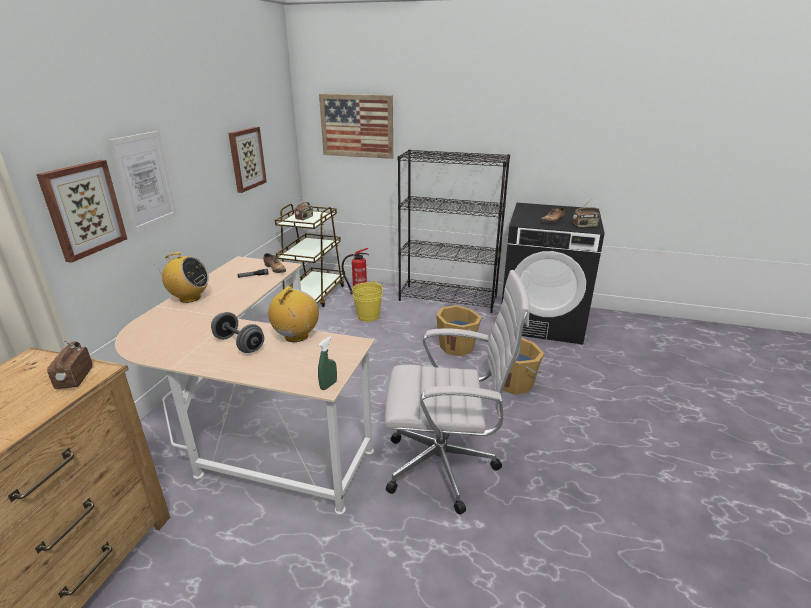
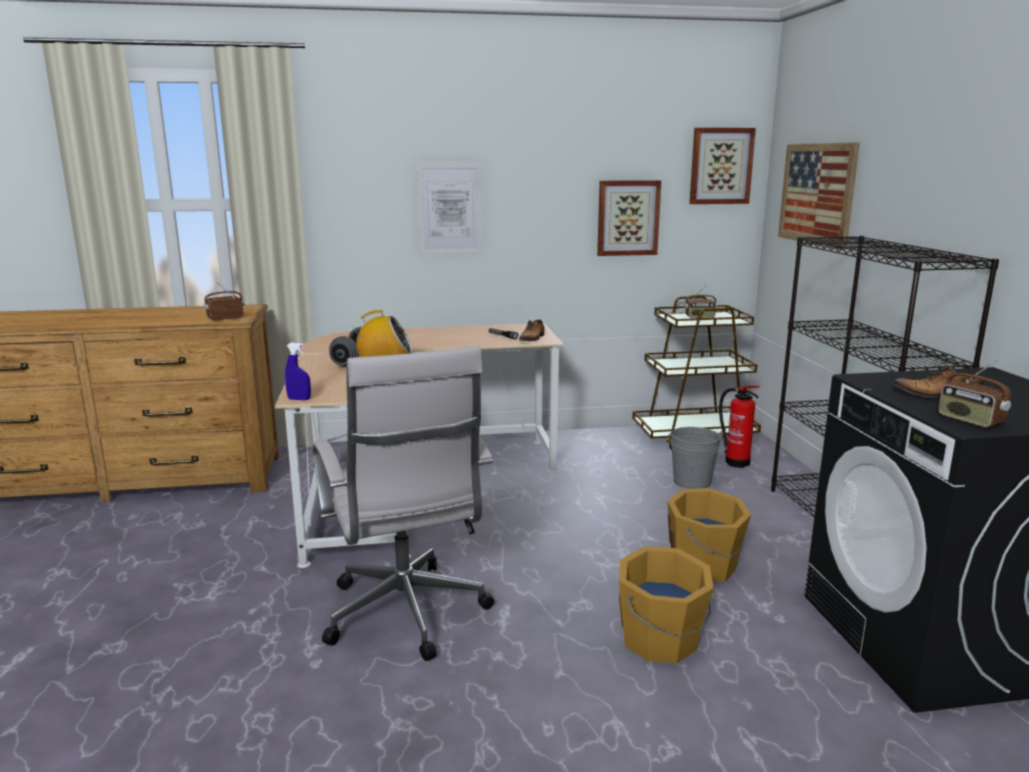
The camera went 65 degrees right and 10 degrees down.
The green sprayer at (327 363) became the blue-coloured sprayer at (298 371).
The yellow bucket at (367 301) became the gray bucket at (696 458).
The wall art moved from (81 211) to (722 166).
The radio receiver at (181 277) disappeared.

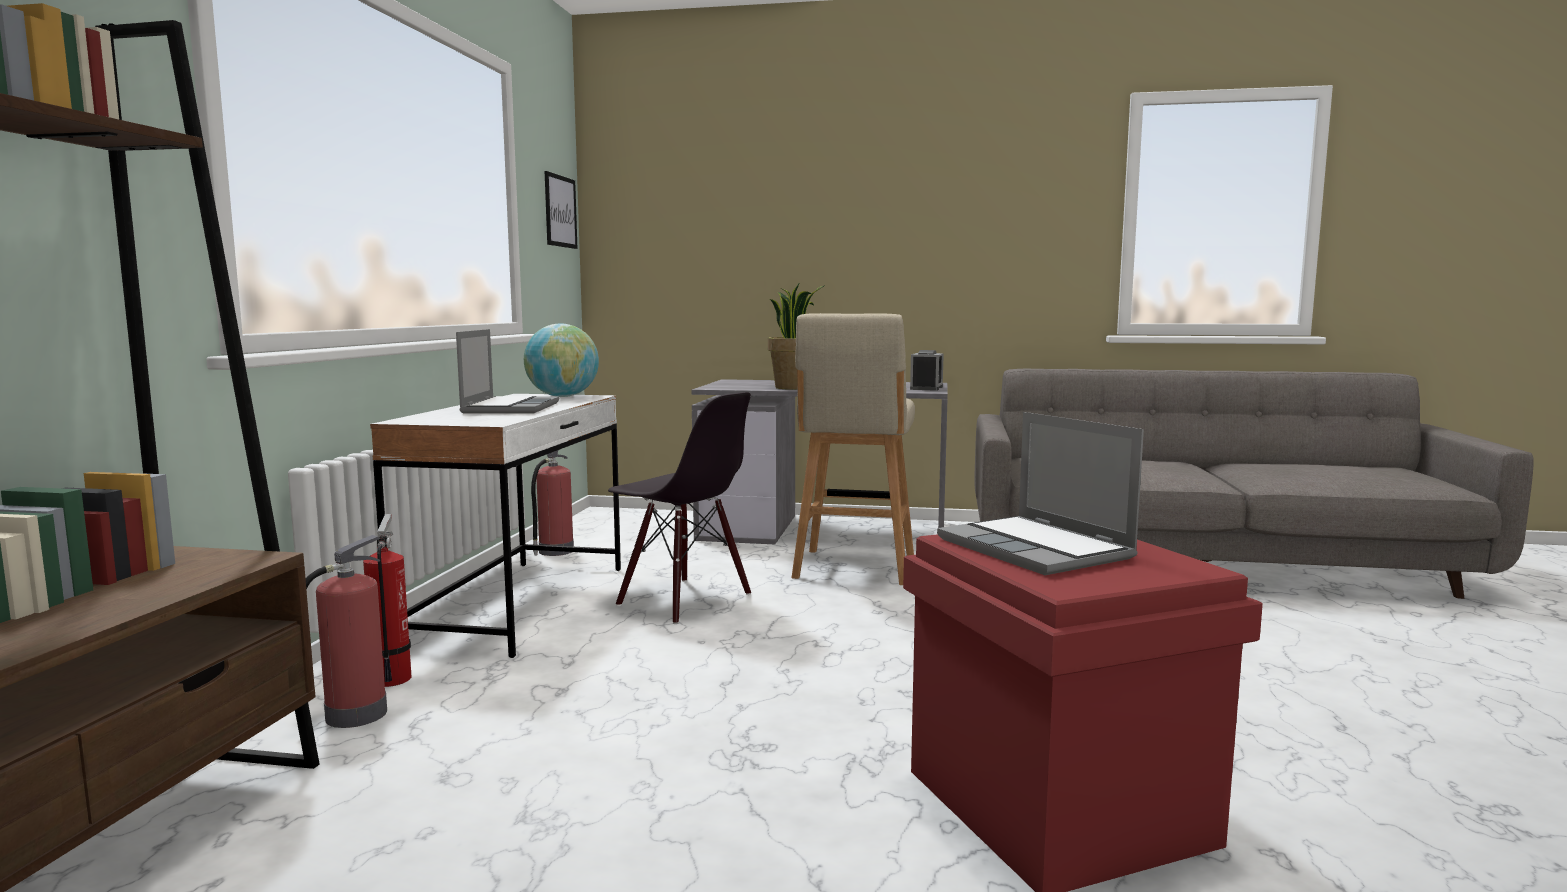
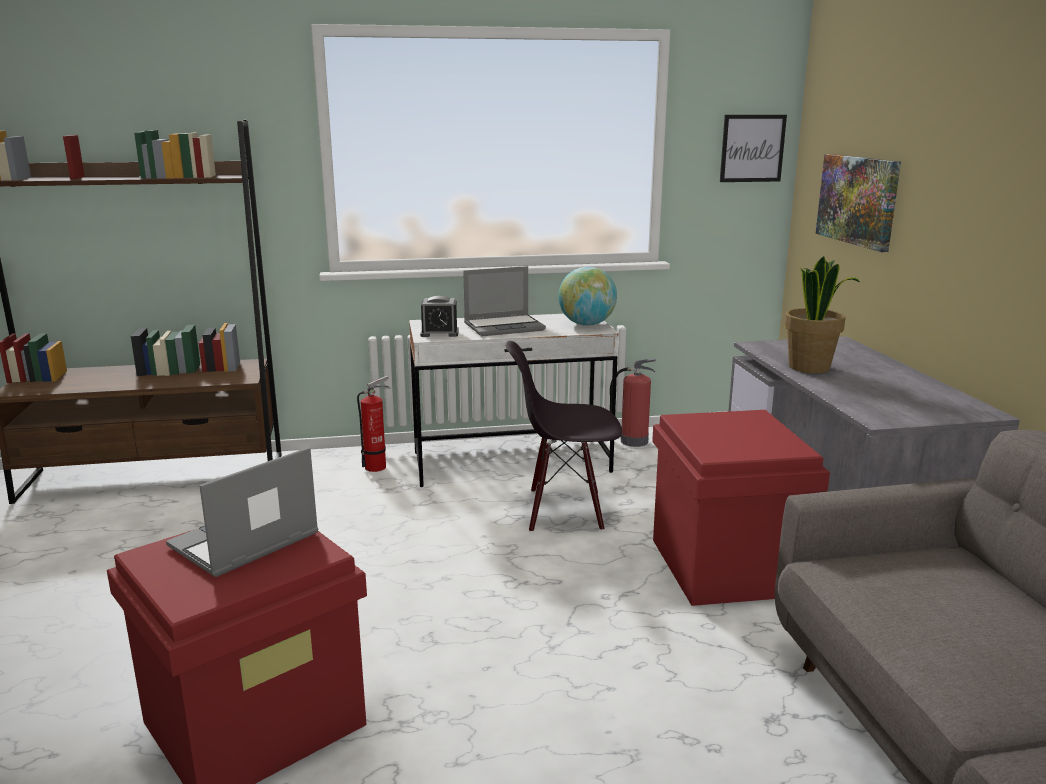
The camera went 70 degrees right and 10 degrees up.
The alarm clock moved from (927 370) to (439 316).
The black-coloured plain chair at (679 508) turned 75 degrees clockwise.
The sand-coloured stool seat at (853 449) was replaced by the red-coloured storage box at (741 508).
The wall art at (858 203) appeared.
The fire extinguisher at (346 631) disappeared.

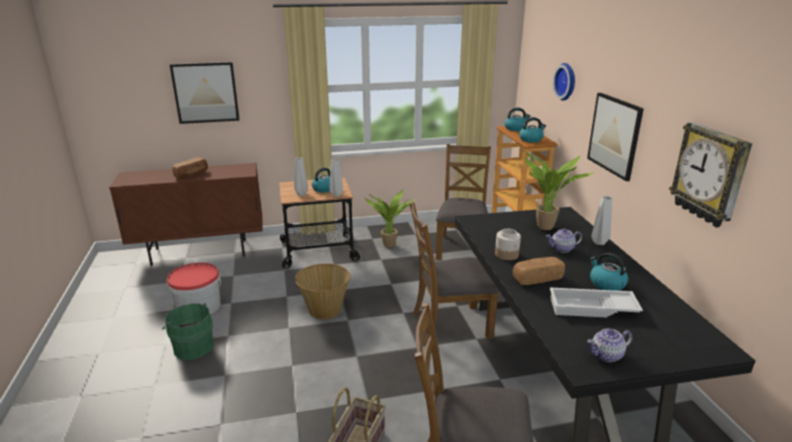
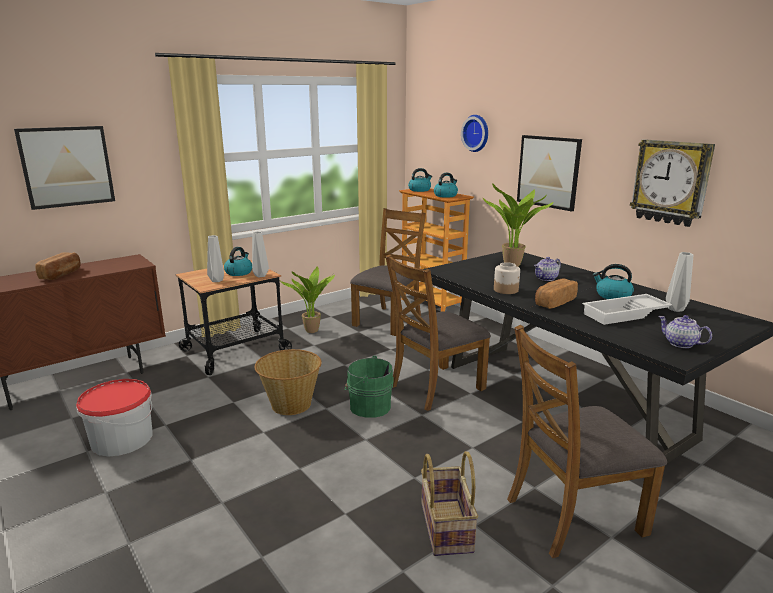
The camera went 25 degrees left and 5 degrees down.
The green bucket moved from (188 331) to (369 386).
The brownish plain chair at (463 202) turned 45 degrees clockwise.
The tea pot at (609 345) turned 90 degrees clockwise.
The gray vase moved from (601 220) to (679 282).

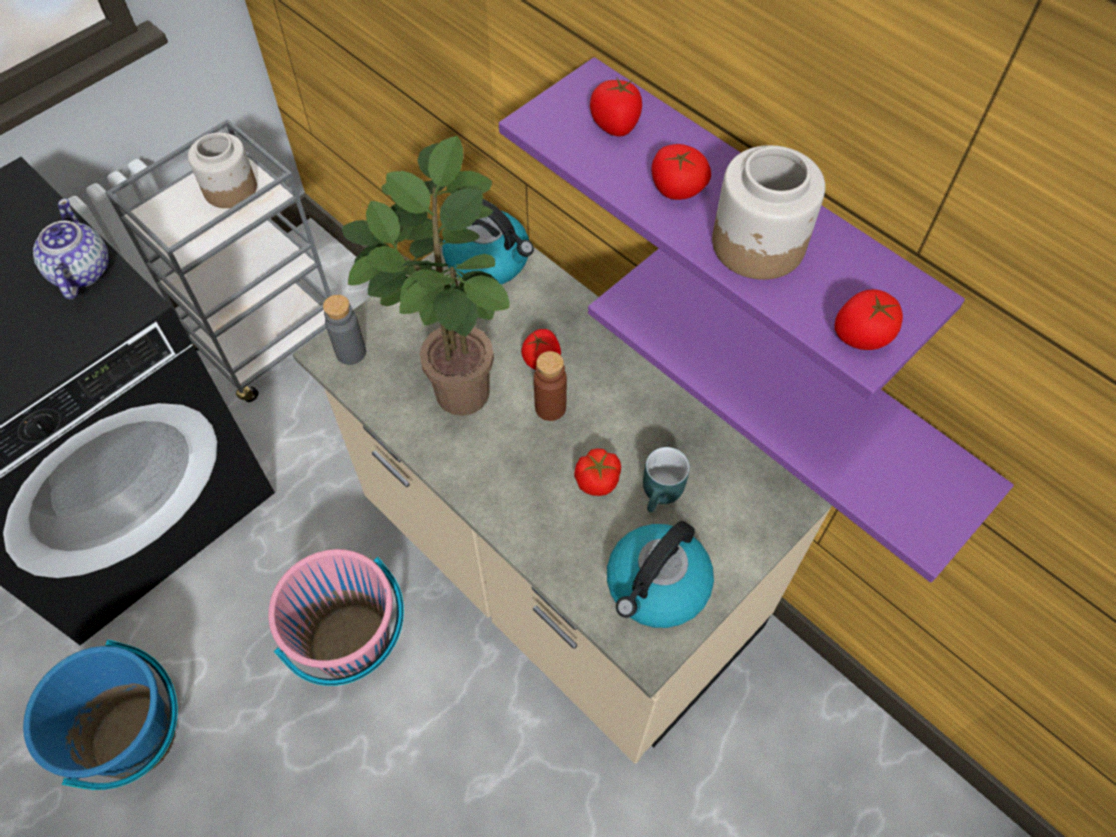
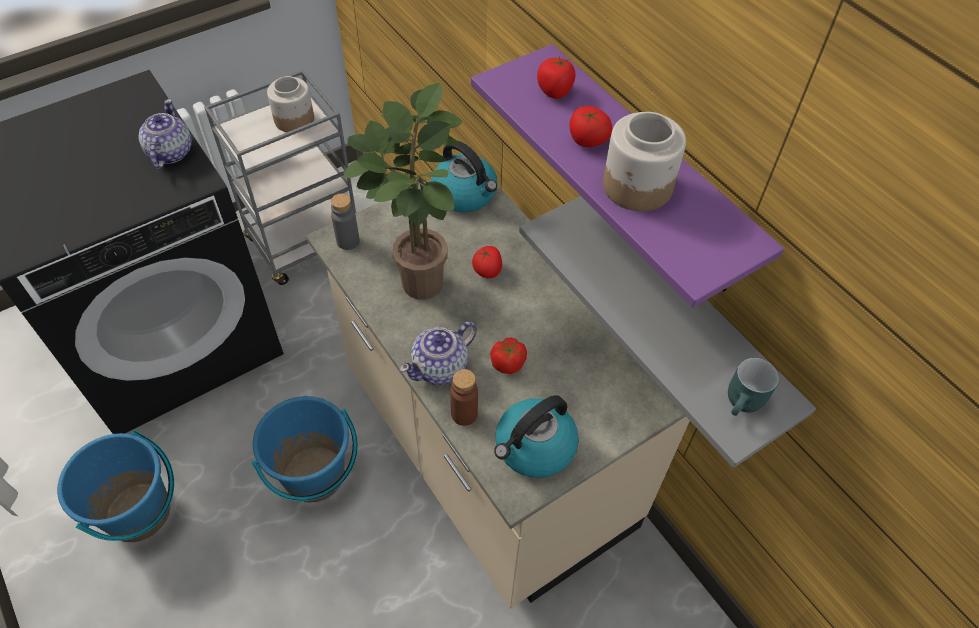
The camera went 10 degrees right and 5 degrees down.
The pinkish bucket at (336 617) became the blue-coloured bucket at (304 449).
The tea pot at (438 353) appeared.
The brownish beverage bottle moved from (550 386) to (464 397).
The purple shelf at (801 416) became the gray shelf at (667 332).
The turquoise tea mug moved from (666 479) to (753 386).
The fresh tomato at (868 319) disappeared.

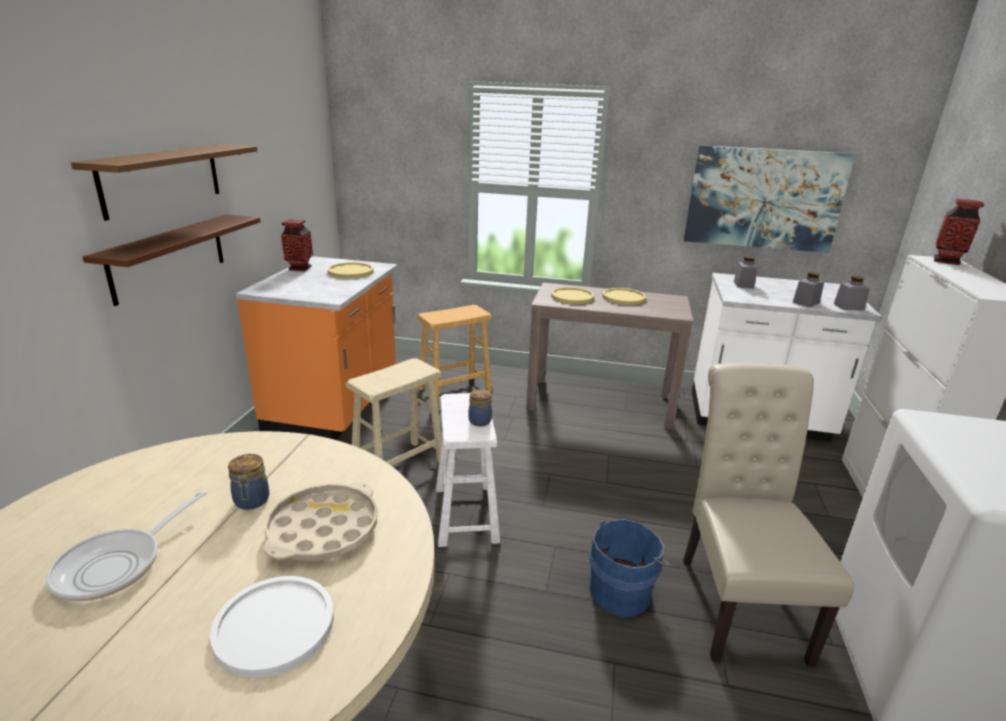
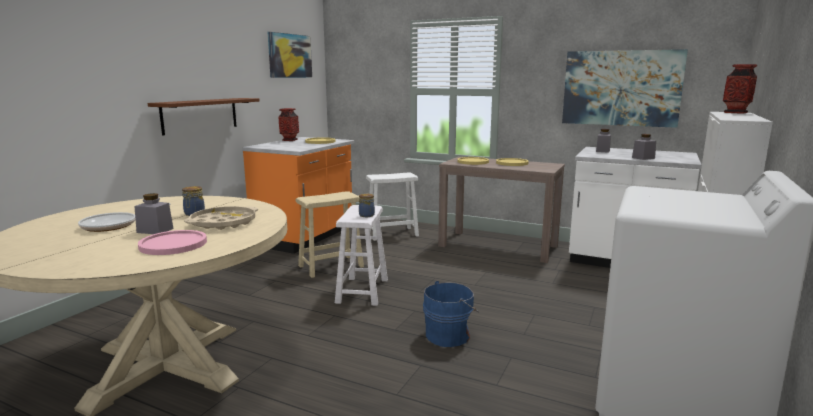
The camera went 15 degrees right and 10 degrees down.
The gray preserve jar moved from (852 293) to (154 213).
The white flat dish at (272 627) became the pinkish flat dish at (172 242).
The wall art at (290 55) appeared.
The brownish stool seat at (454 355) became the white stool seat at (392 206).
The brownish shelf at (164 182) disappeared.
The sand-coloured plain chair at (768 515) disappeared.

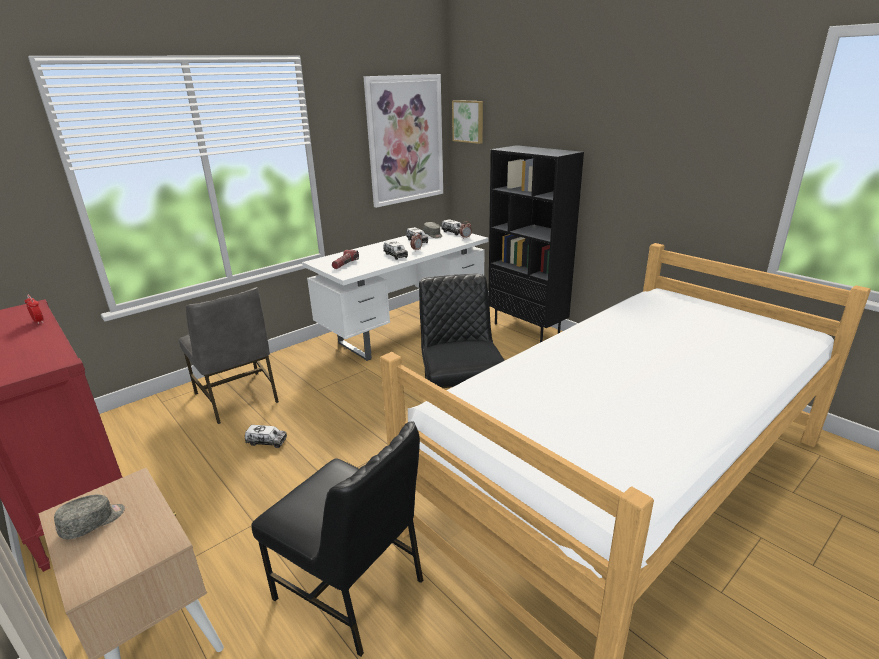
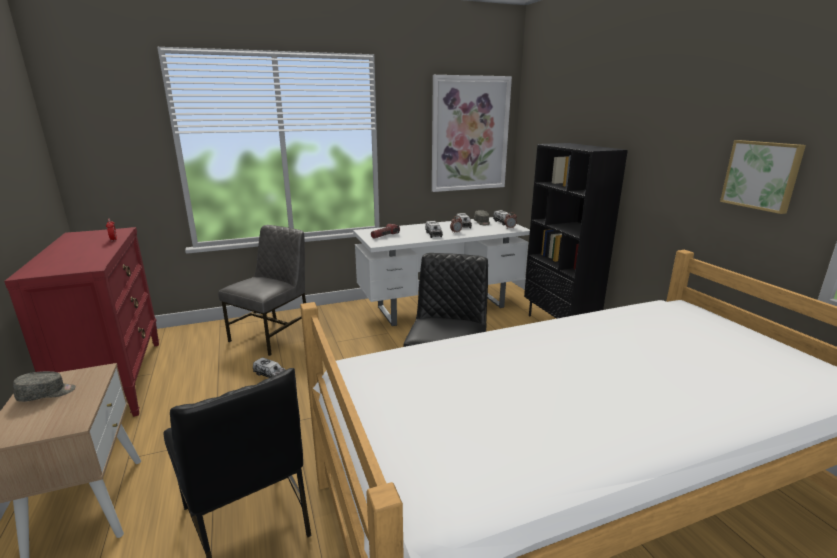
The camera went 20 degrees right and 5 degrees down.
The gray plain chair at (229 355) turned 135 degrees counterclockwise.
The wall art moved from (467 122) to (763 177).

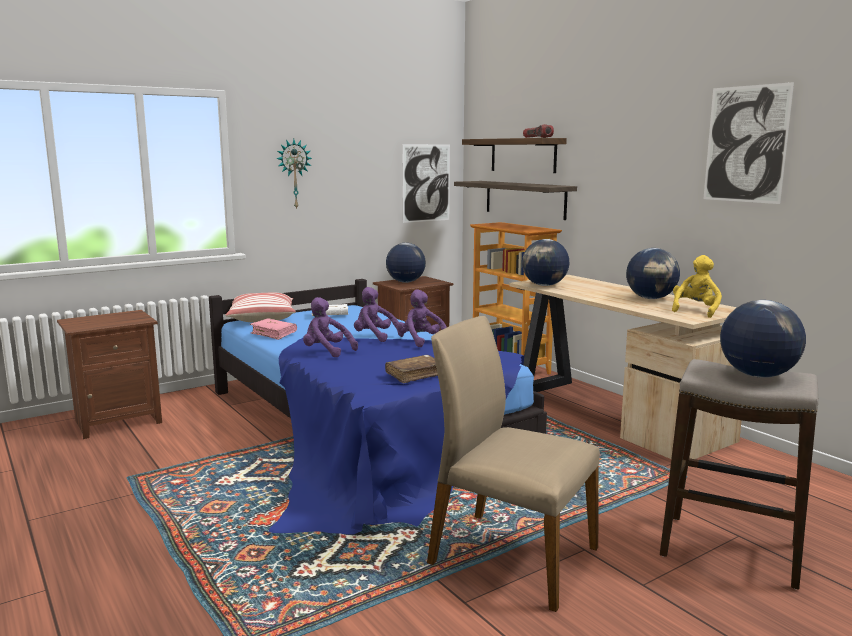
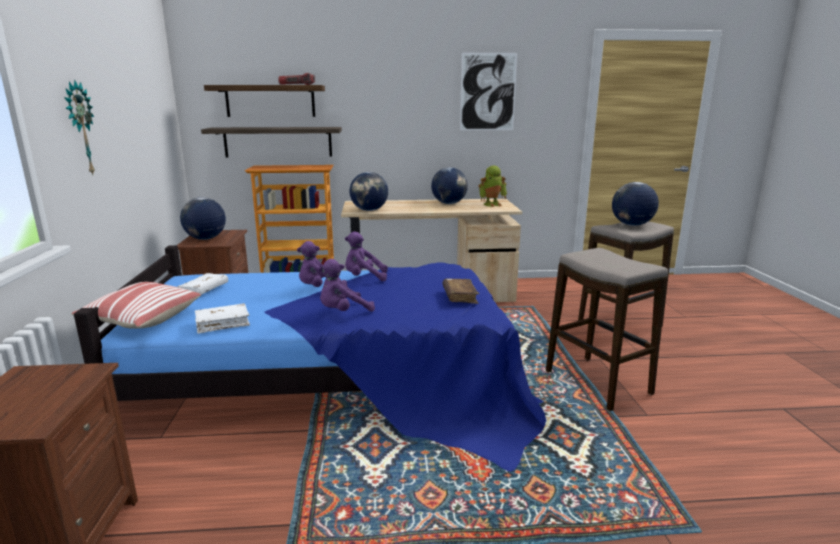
The camera went 60 degrees left and 5 degrees up.
The pinkish book at (273 329) became the white book at (222 318).
The yellow soft toy at (697 286) was replaced by the model robot at (492 186).
The sand-coloured plain chair at (513 464) was replaced by the stool seat at (607 329).
The wall art at (426 183) disappeared.

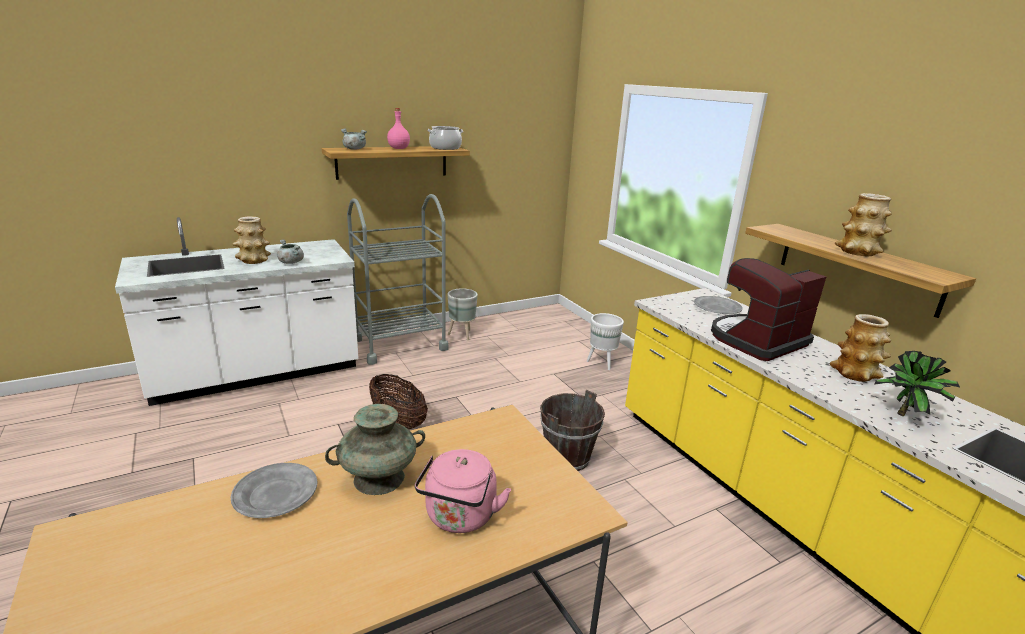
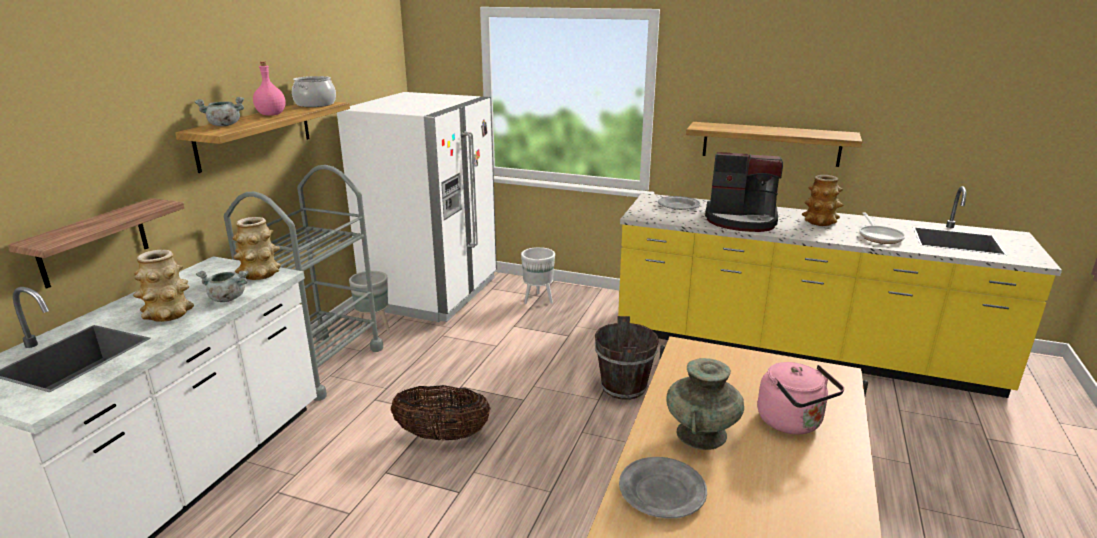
The camera went 40 degrees left and 0 degrees up.
The shelf at (96 243) appeared.
The vase moved from (863 224) to (256 248).
The white kitchen fridge at (417 207) appeared.
The coffee machine at (768 309) turned 90 degrees counterclockwise.
The potted plant at (917 383) was replaced by the frying pan at (882 228).

